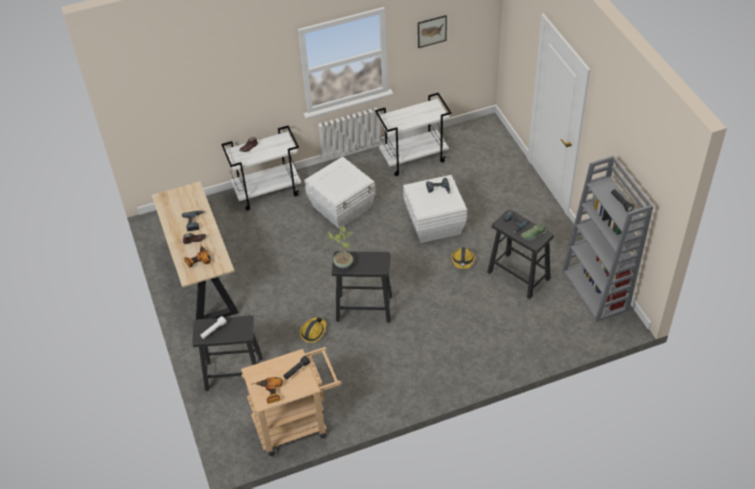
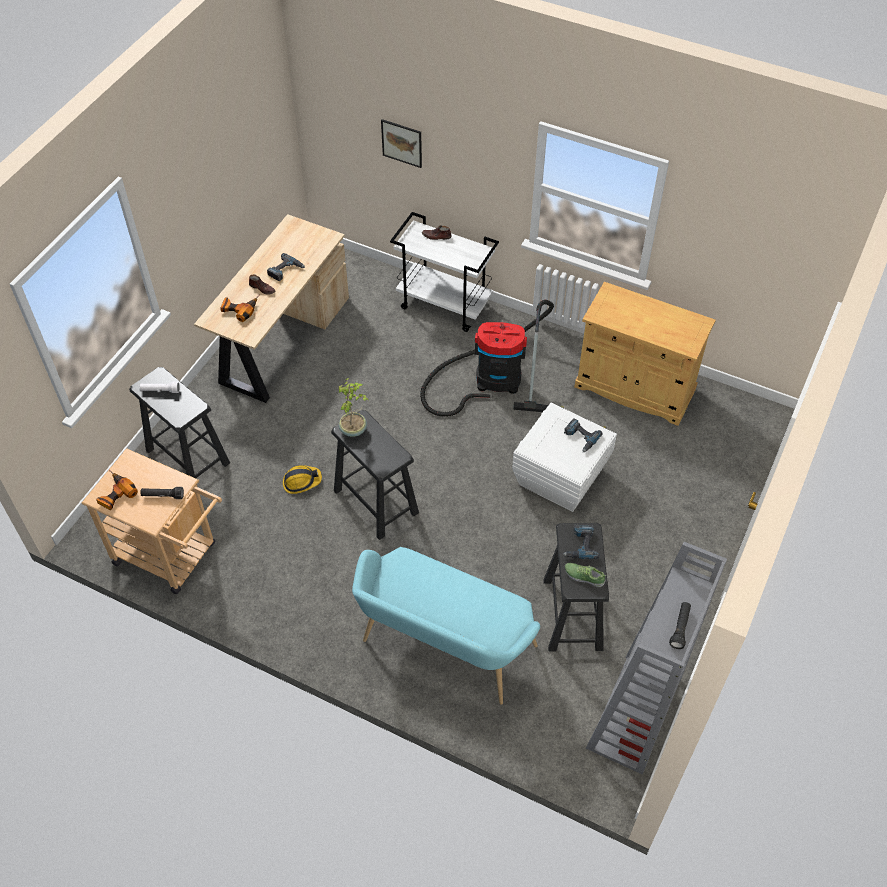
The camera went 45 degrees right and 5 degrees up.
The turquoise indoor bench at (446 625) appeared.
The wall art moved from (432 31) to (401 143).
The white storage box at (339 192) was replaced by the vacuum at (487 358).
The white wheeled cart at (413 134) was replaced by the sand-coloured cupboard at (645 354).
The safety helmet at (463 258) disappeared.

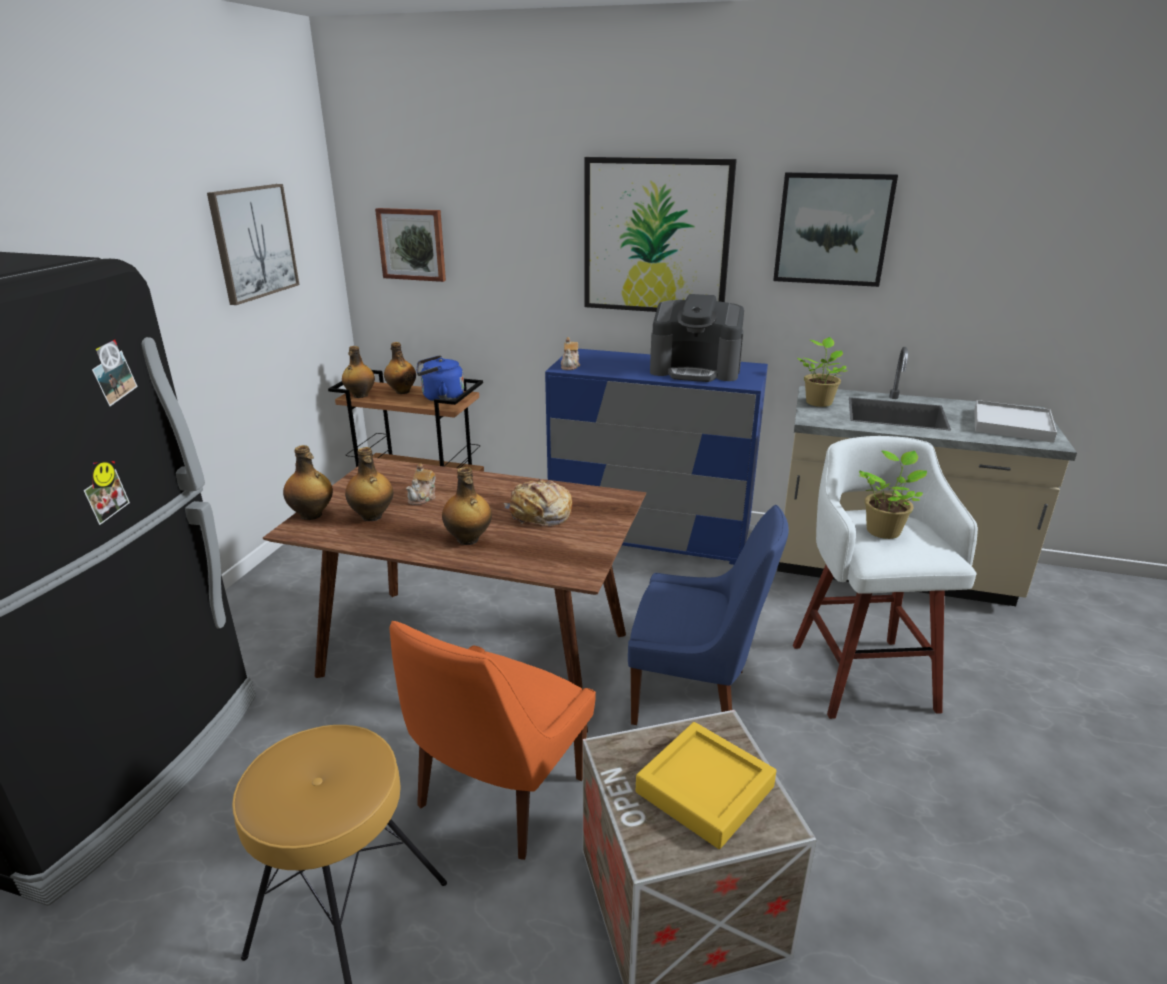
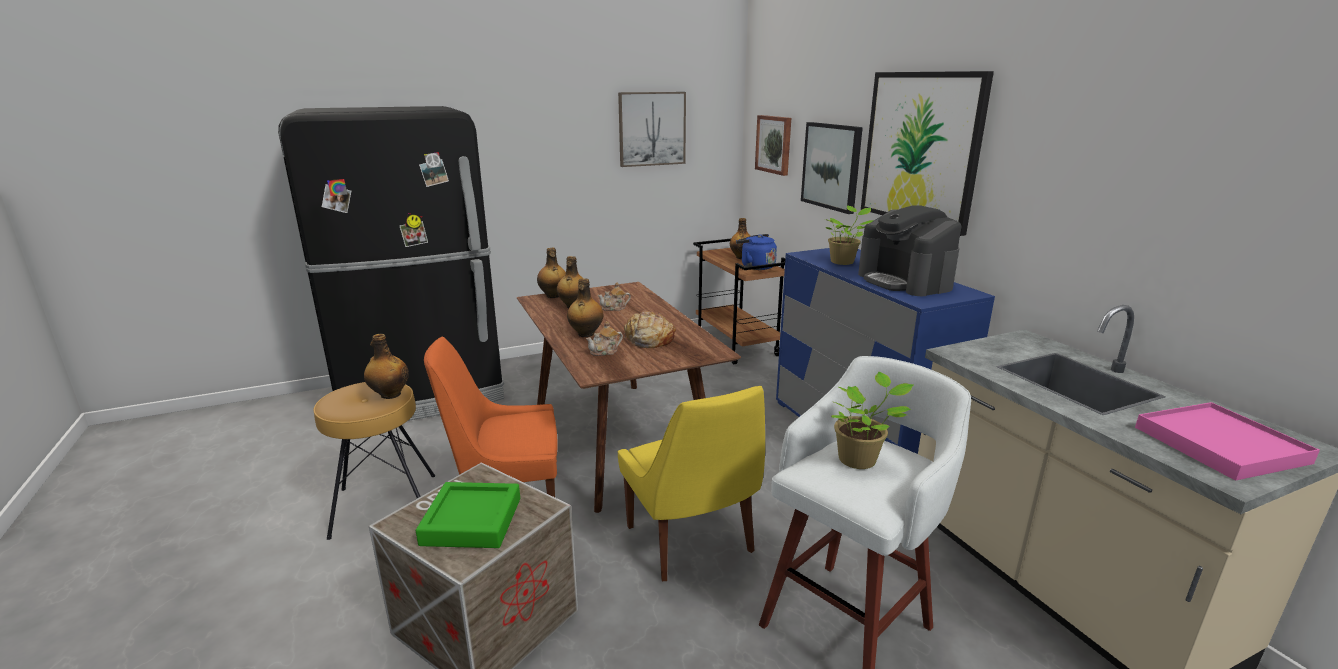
The camera went 50 degrees right and 5 degrees down.
The beverage bottle moved from (358 372) to (386 366).
The yellow carrying tray at (706 785) became the green carrying tray at (468 515).
The tea pot moved from (570 353) to (604 338).
The blue-coloured plain chair at (708 615) became the yellow plain chair at (691 483).
The wall art moved from (835 229) to (832 168).
The potted plant moved from (822 372) to (849 235).
The white carrying tray at (1015 421) became the pinkish carrying tray at (1227 441).

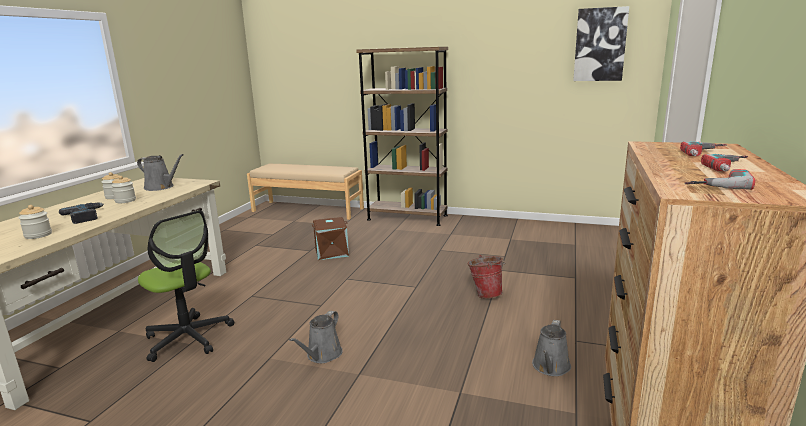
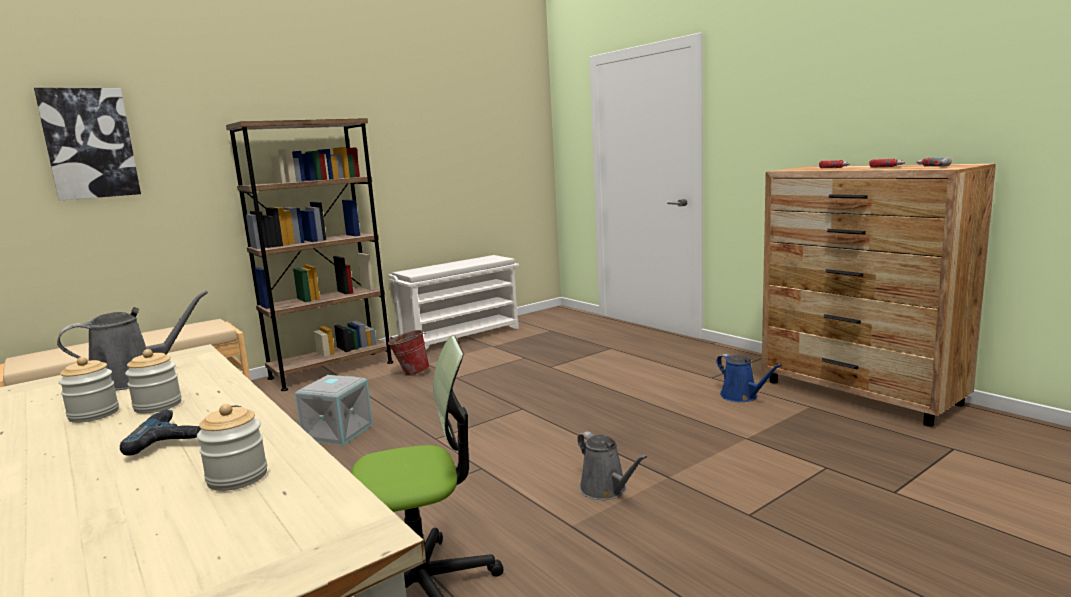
The camera went 55 degrees left and 5 degrees down.
The wall art moved from (601 43) to (87 144).
The brownish storage box at (330 238) became the gray storage box at (334 410).
The white shoe stand at (453 302) appeared.
The bucket moved from (486 277) to (409 353).
The gray watering can at (551 348) became the blue-coloured watering can at (749 378).

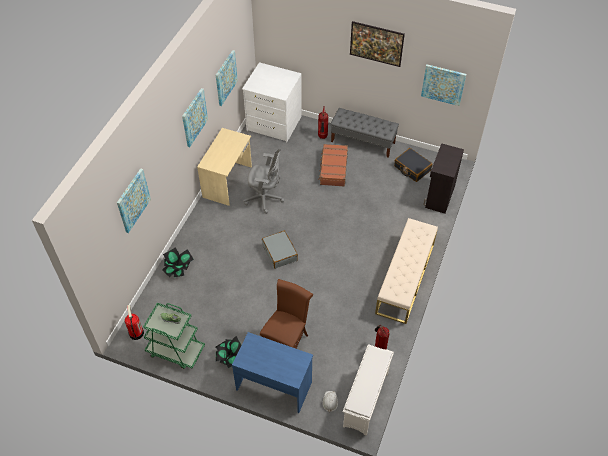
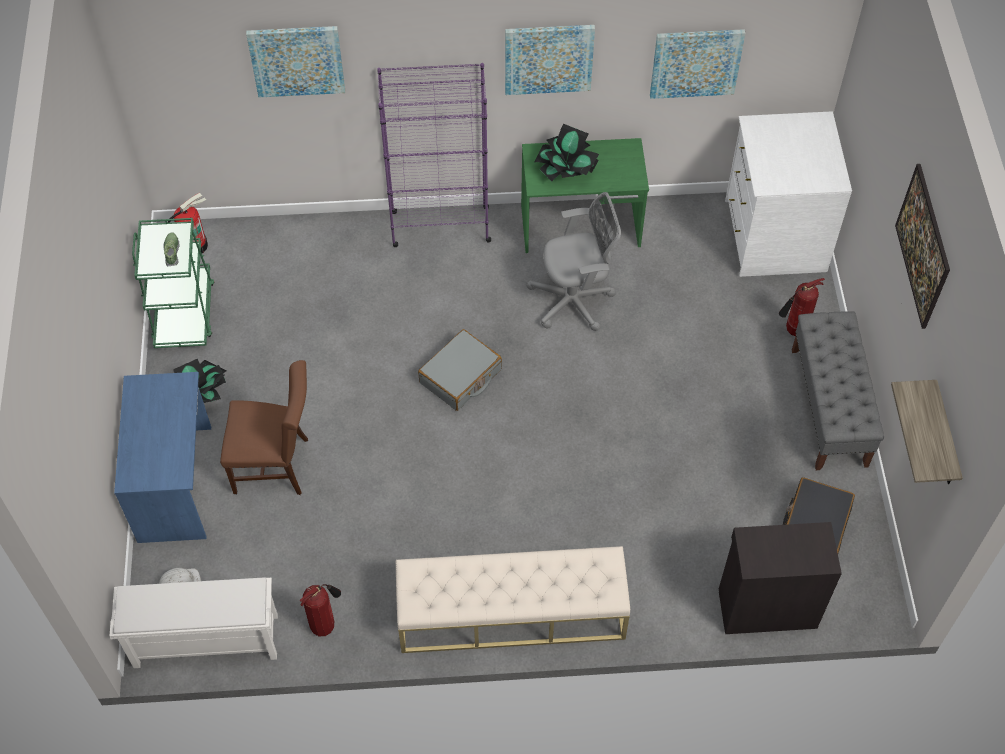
The camera went 65 degrees right and 5 degrees up.
The purple bookshelf at (434 155) appeared.
The sand-coloured desk table at (224 167) became the green desk table at (585 195).
The gray computer chair at (263 181) turned 90 degrees counterclockwise.
The potted plant moved from (178 262) to (566 152).
The wall art at (444 85) was replaced by the shelf at (927 432).
The brownish suitcase at (333 165) disappeared.

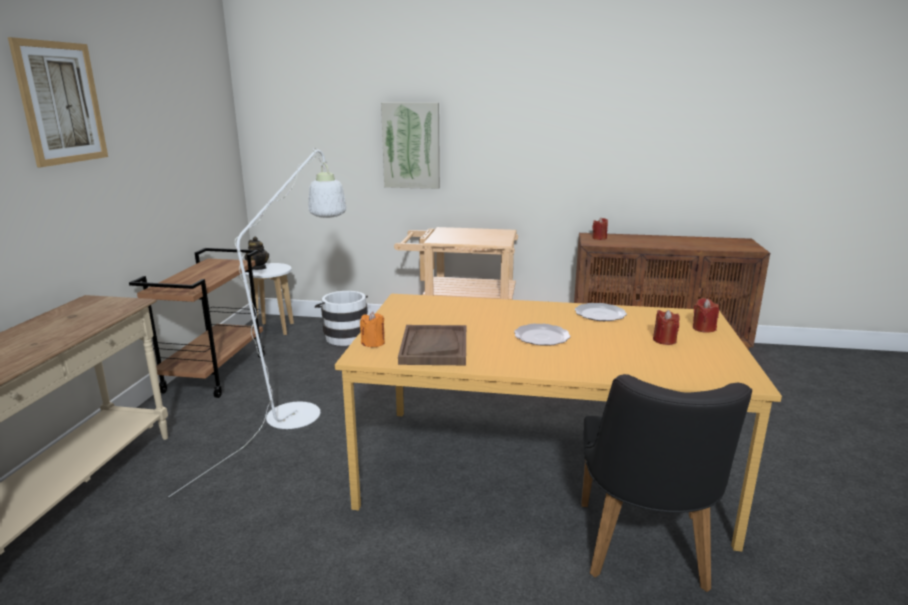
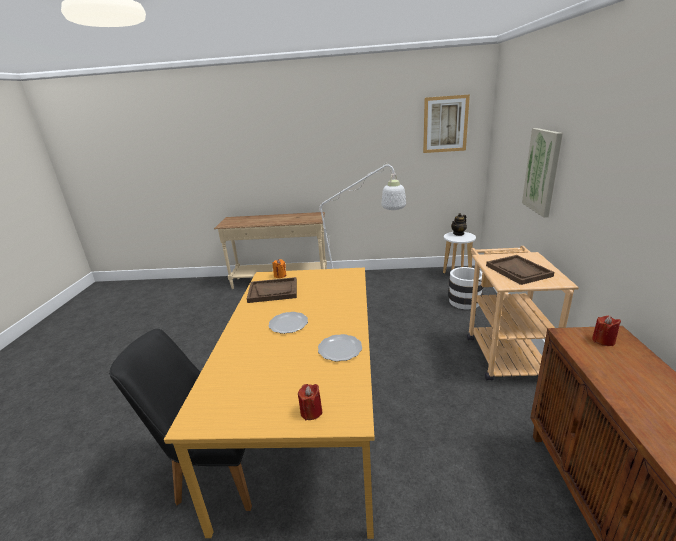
The camera went 85 degrees right and 5 degrees up.
The wall art moved from (58 102) to (446 124).
The brownish carrying tray at (520 270) appeared.
The brownish wheeled cart at (197 323) disappeared.
The red-coloured wax light at (666 327) disappeared.

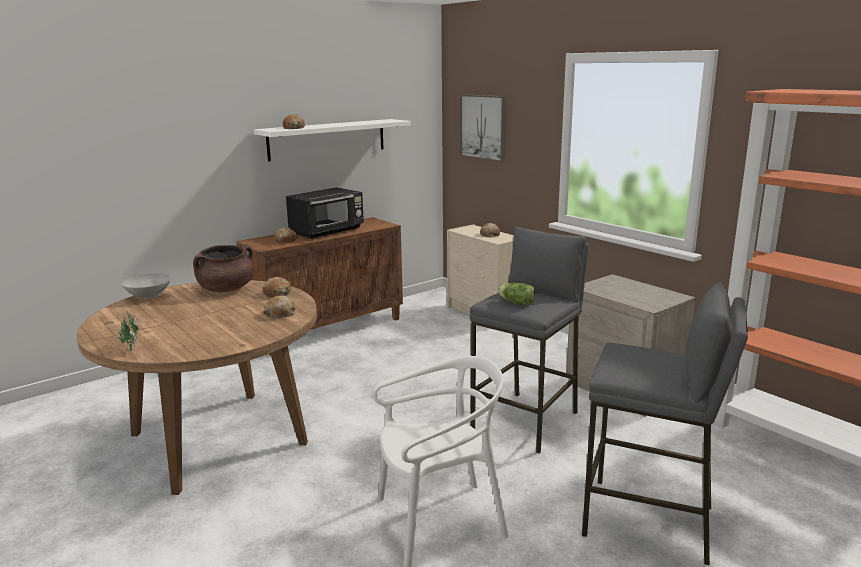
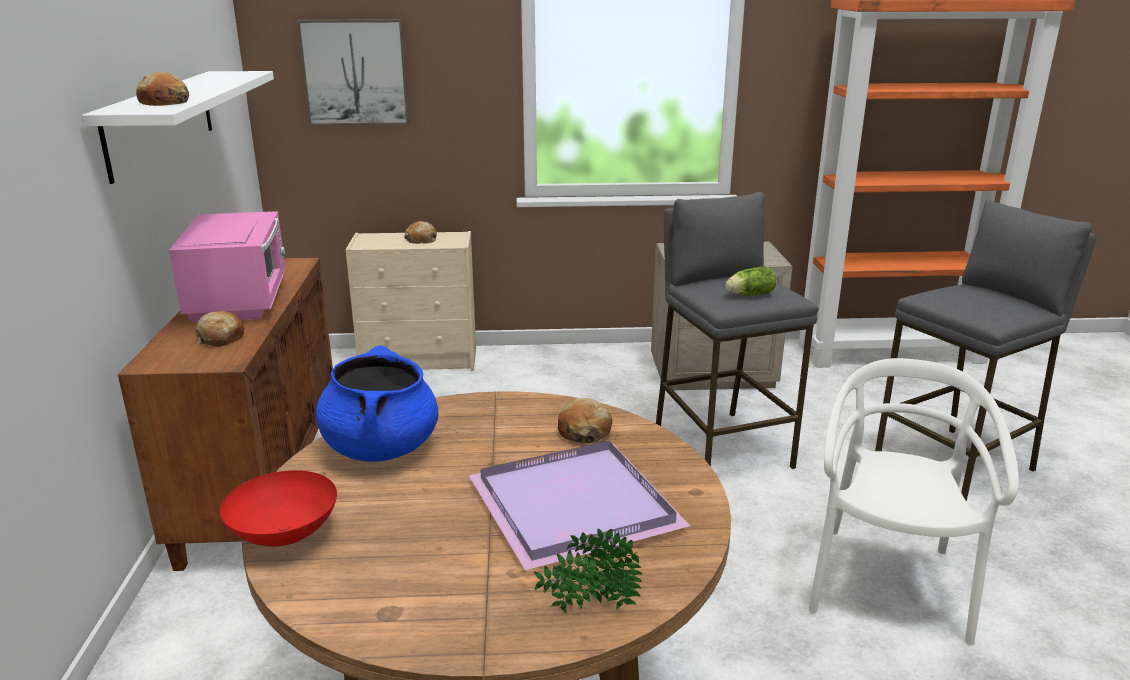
The camera went 55 degrees left and 5 degrees up.
The black-coloured kitchen microwave at (325 213) became the pinkish kitchen microwave at (227 267).
The gray serving bowl at (146 286) became the red-coloured serving bowl at (278 508).
The brownish saucepot at (223 268) became the blue-coloured saucepot at (377 403).
The purple carrying tray at (579 506) appeared.
The bread at (277 287) disappeared.

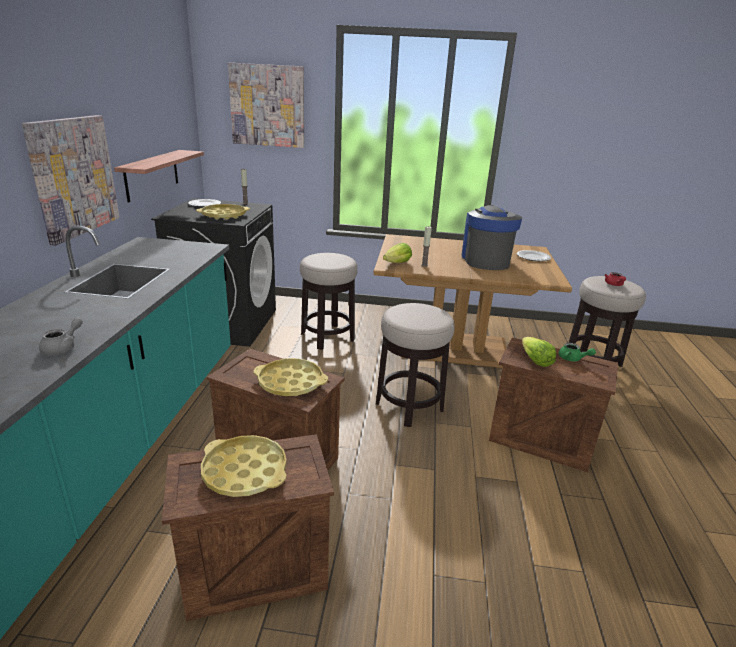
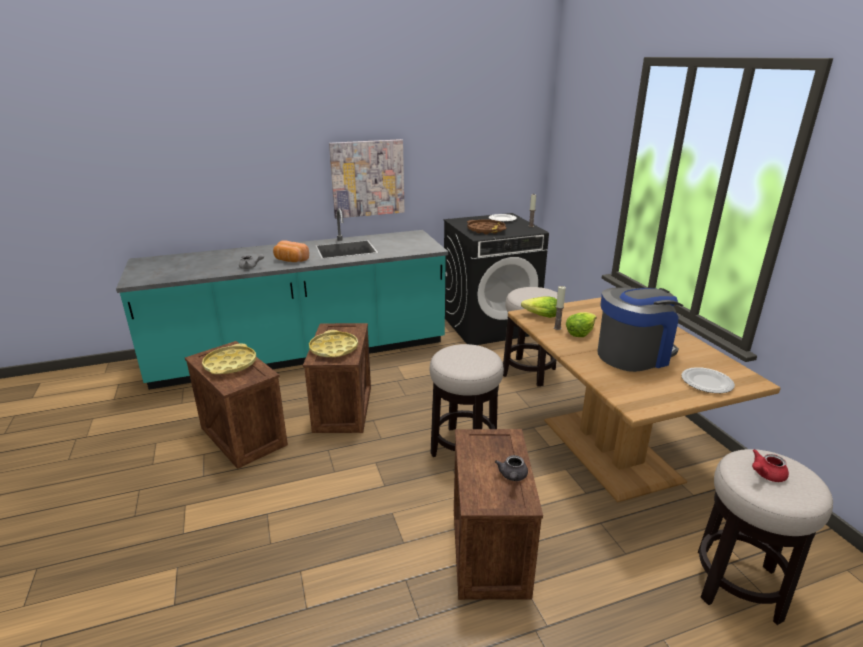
The camera went 65 degrees right and 0 degrees up.
The bread at (291 251) appeared.
The yellow carrying tray at (223 212) became the brownish carrying tray at (487 226).
The green tea pot at (577 352) became the gray tea pot at (511 468).
The lettuce moved from (539 352) to (581 324).
The shelf at (159 176) disappeared.
The wall art at (266 105) disappeared.

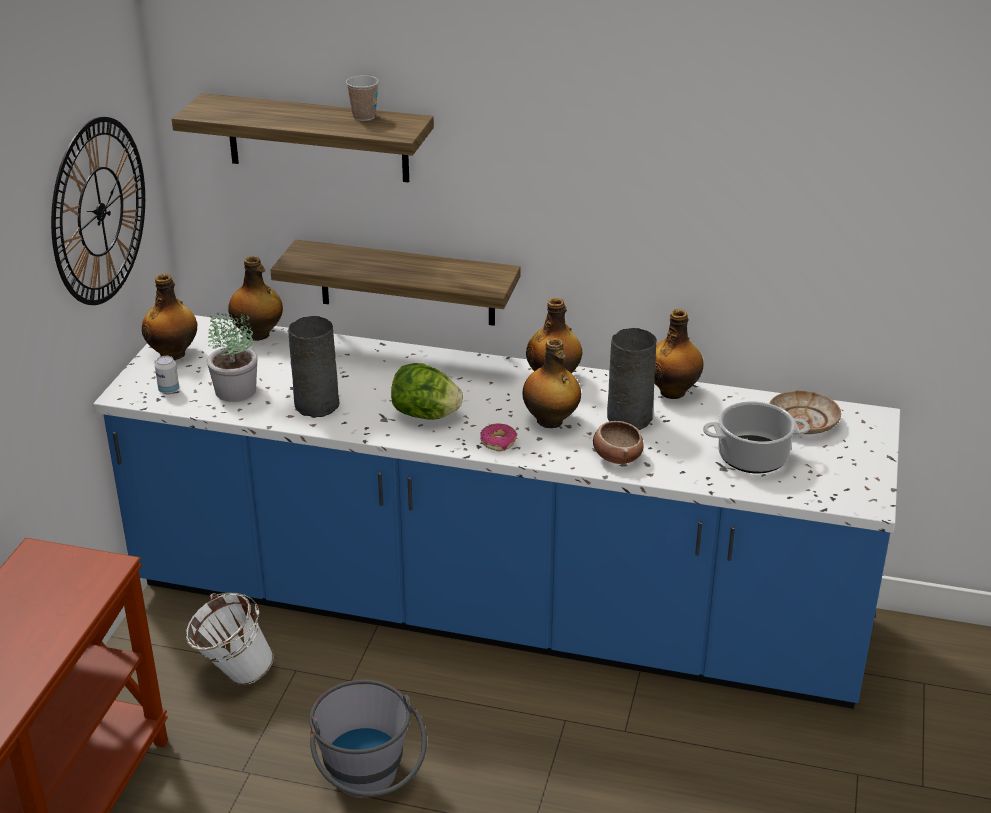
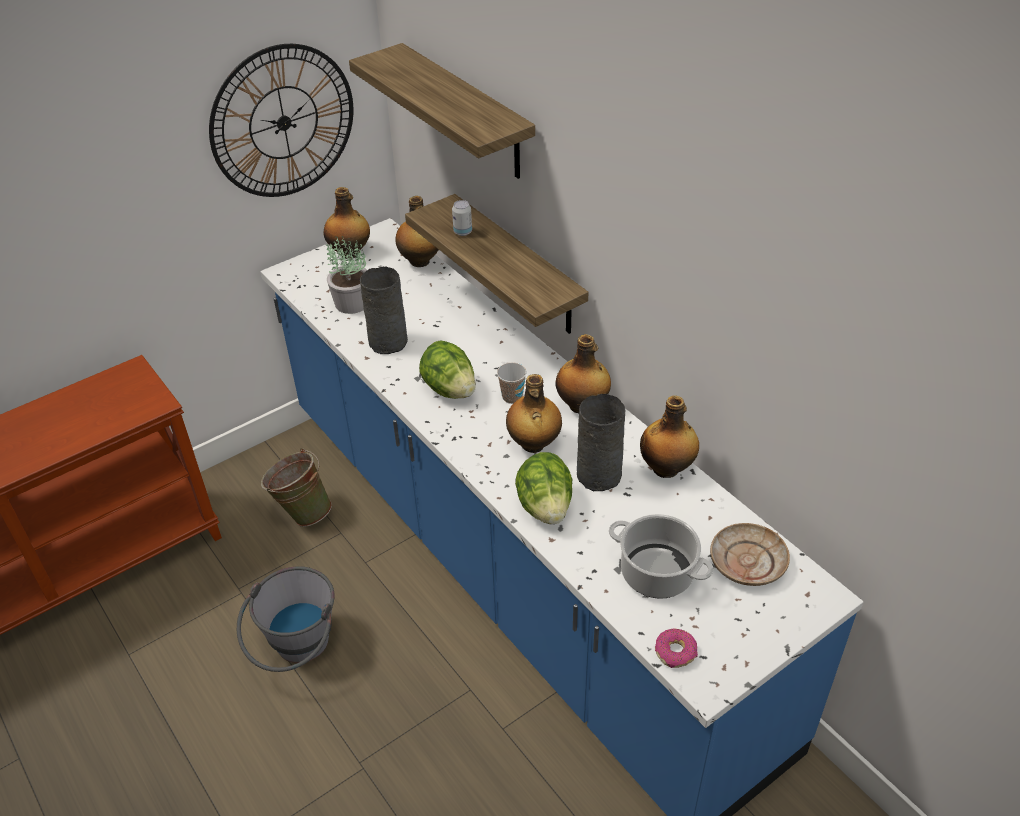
The camera went 40 degrees right and 10 degrees up.
The white bucket at (230 639) became the green bucket at (296 487).
The can moved from (167 375) to (462 218).
The drinking cup moved from (362 98) to (512 383).
The serving bowl at (618 442) was replaced by the lettuce at (543 488).
The ring doughnut moved from (498 437) to (676 648).

